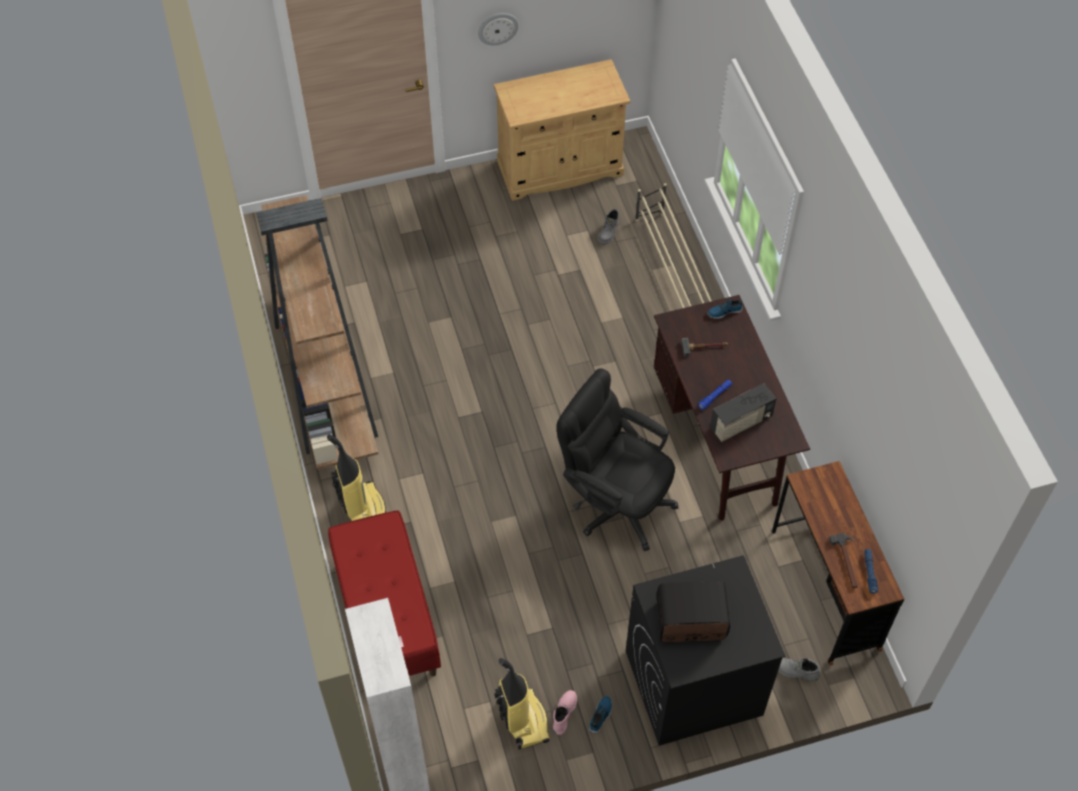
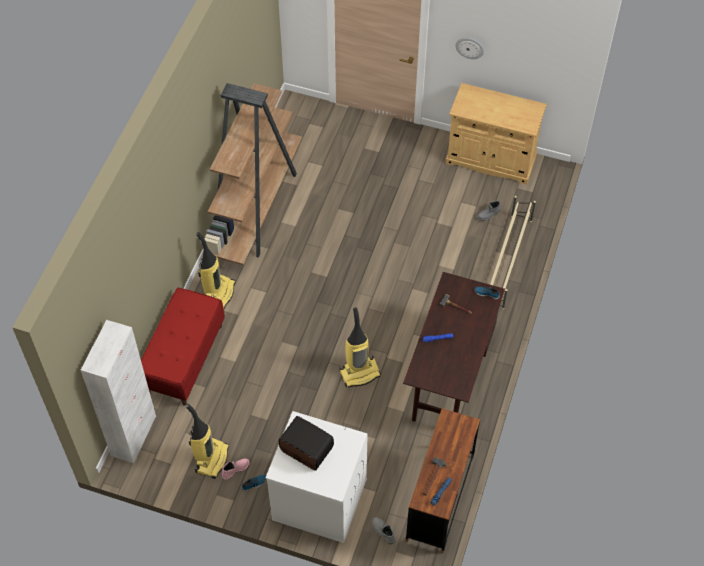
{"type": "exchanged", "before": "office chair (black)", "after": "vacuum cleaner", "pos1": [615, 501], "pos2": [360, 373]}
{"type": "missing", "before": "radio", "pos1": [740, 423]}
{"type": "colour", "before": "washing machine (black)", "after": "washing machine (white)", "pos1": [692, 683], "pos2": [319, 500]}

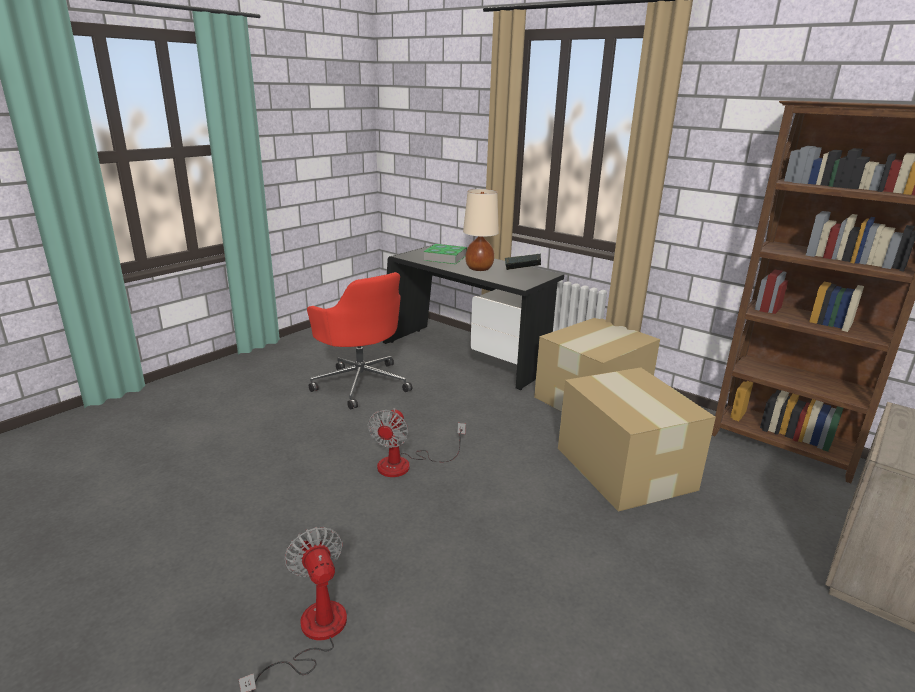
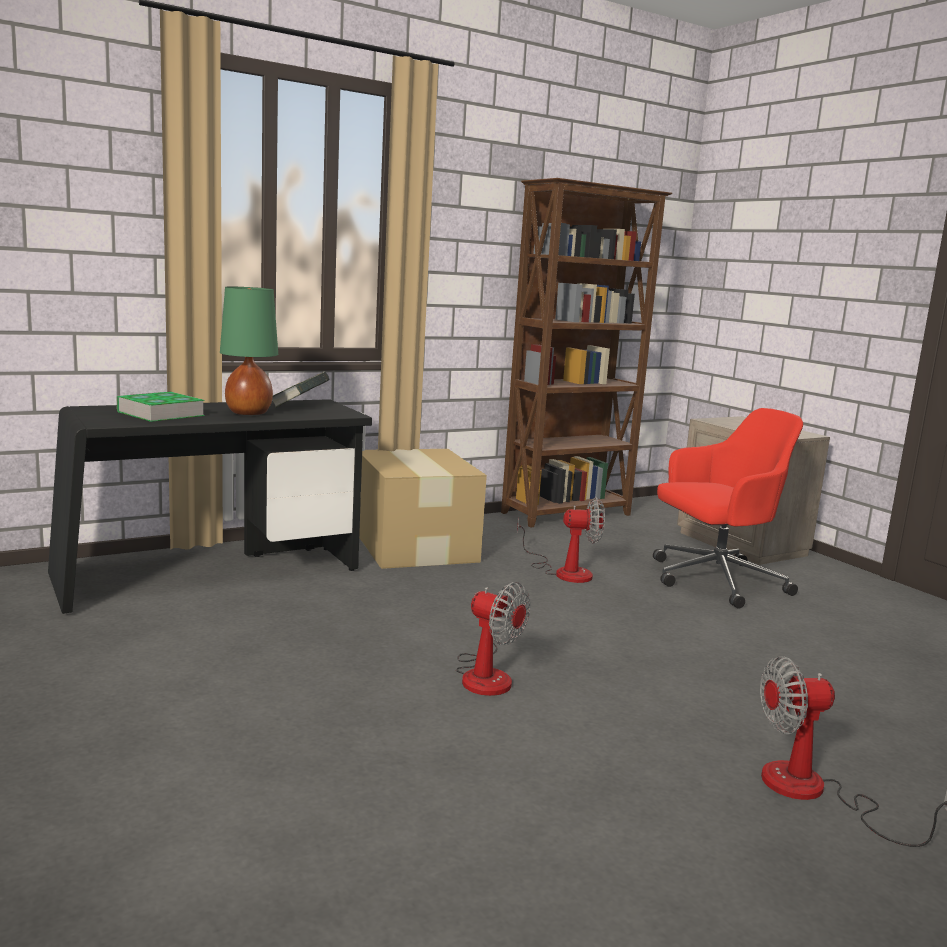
{"type": "colour", "before": "table lamp (beige)", "after": "table lamp (green)", "pos1": [478, 269], "pos2": [248, 413]}
{"type": "relocated", "before": "office chair (red)", "pos1": [361, 383], "pos2": [714, 581]}
{"type": "exchanged", "before": "cardboard box", "after": "fan", "pos1": [624, 467], "pos2": [564, 571]}

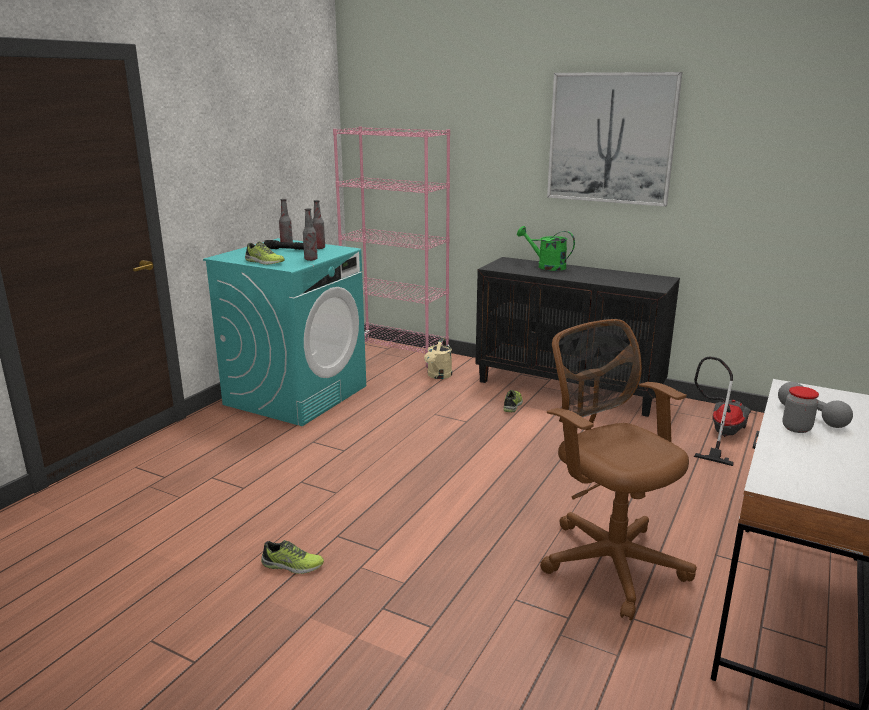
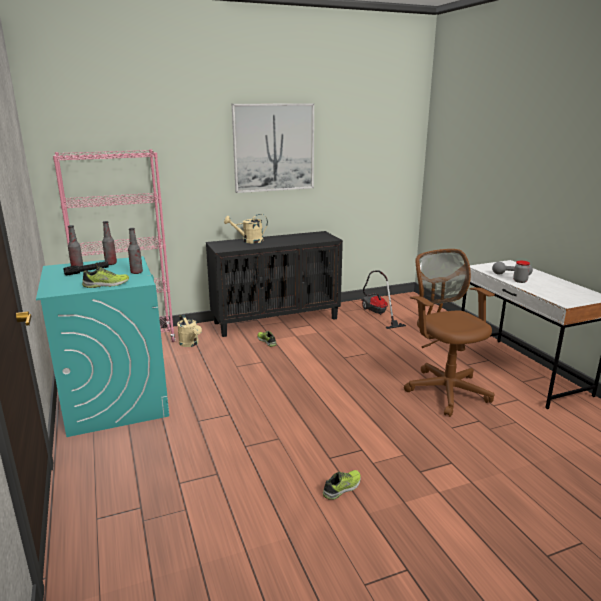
{"type": "colour", "before": "watering can (green)", "after": "watering can (beige)", "pos1": [546, 266], "pos2": [249, 241]}
{"type": "spun", "before": "office chair (brown)", "pos1": [608, 560], "pos2": [445, 389], "turn": 60}

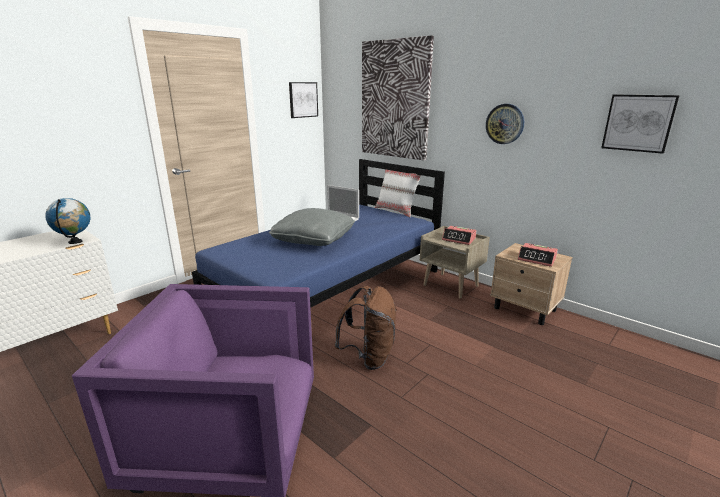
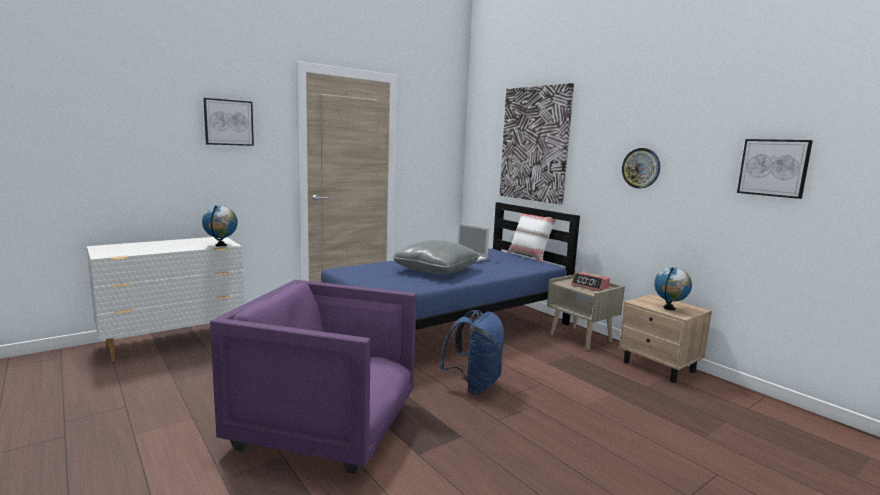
{"type": "relocated", "before": "picture", "pos1": [303, 99], "pos2": [228, 122]}
{"type": "exchanged", "before": "alarm clock", "after": "globe", "pos1": [537, 259], "pos2": [669, 308]}
{"type": "colour", "before": "backpack (brown)", "after": "backpack (blue)", "pos1": [369, 357], "pos2": [474, 385]}

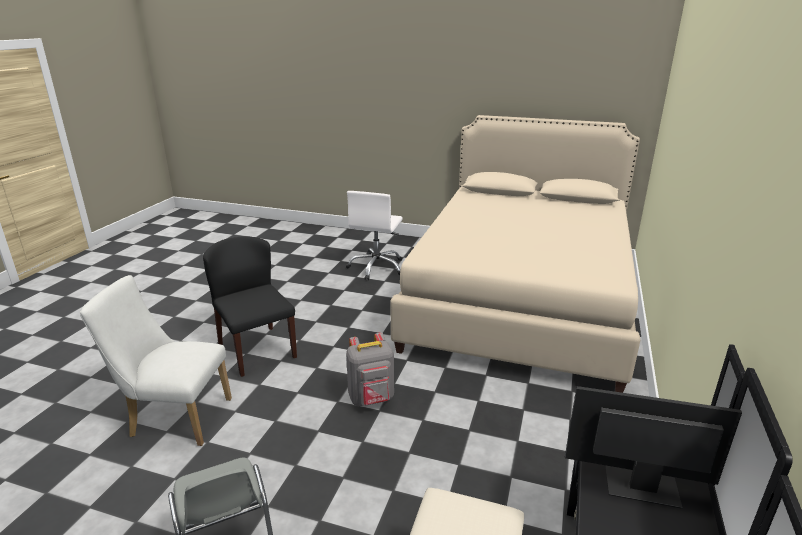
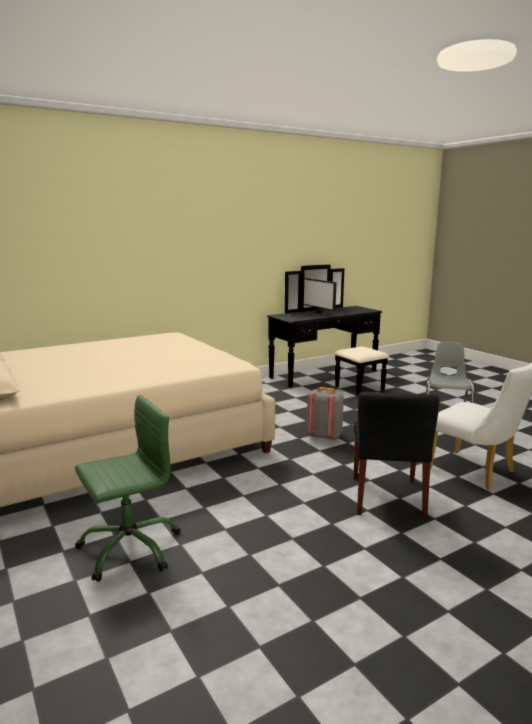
{"type": "colour", "before": "office chair (white)", "after": "office chair (green)", "pos1": [377, 267], "pos2": [129, 548]}

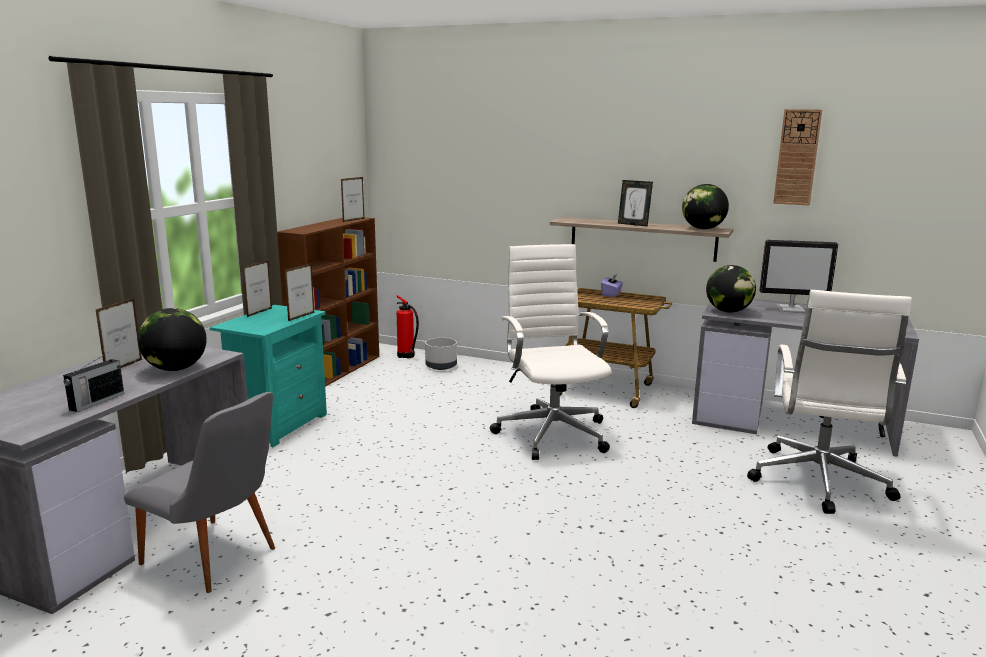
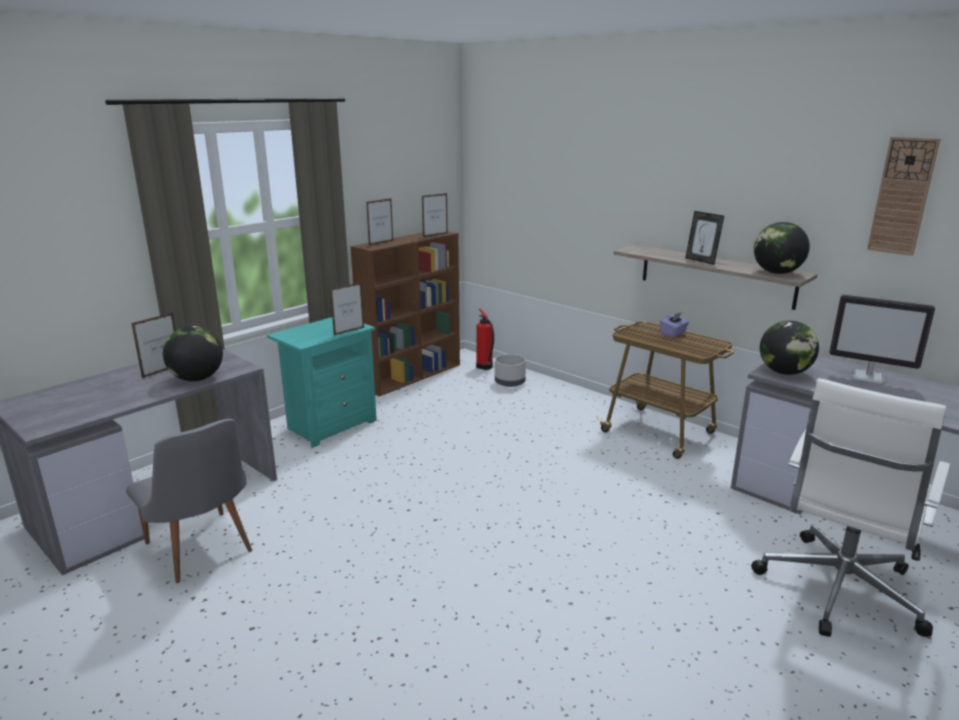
{"type": "missing", "before": "office chair (white)", "pos1": [552, 432]}
{"type": "relocated", "before": "picture frame", "pos1": [259, 312], "pos2": [381, 243]}
{"type": "missing", "before": "radio", "pos1": [96, 402]}

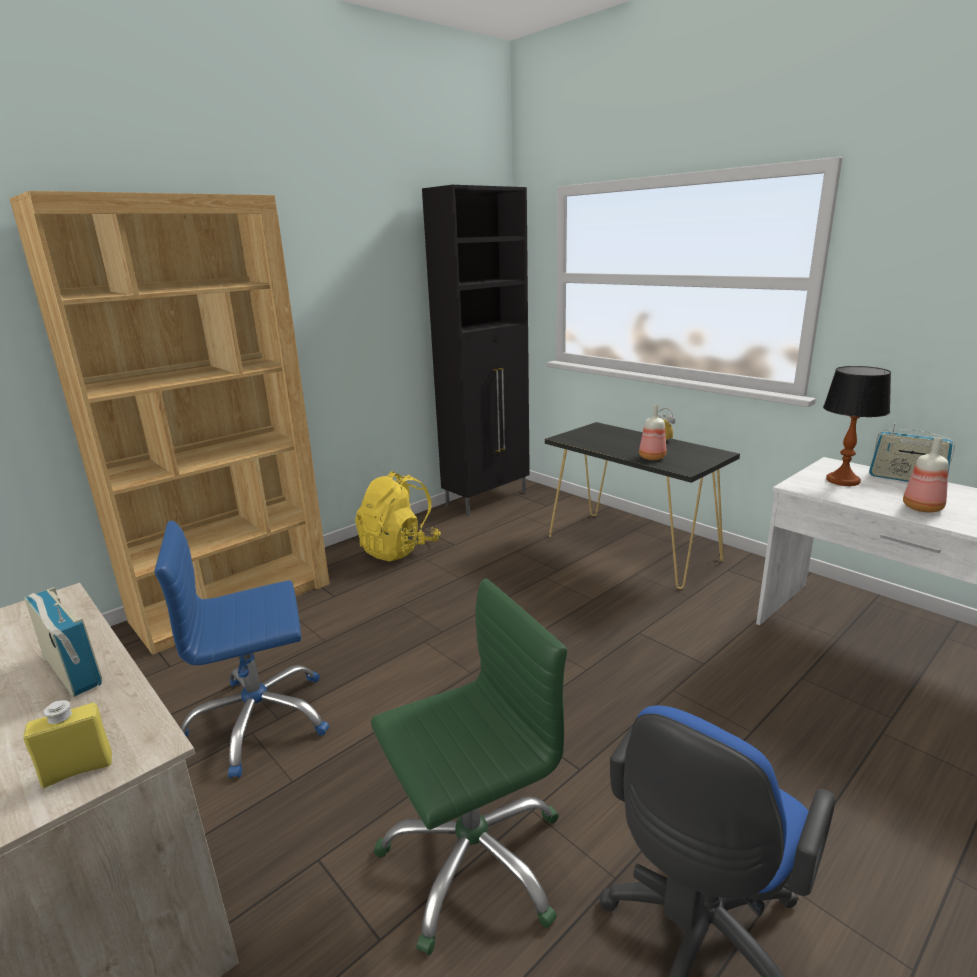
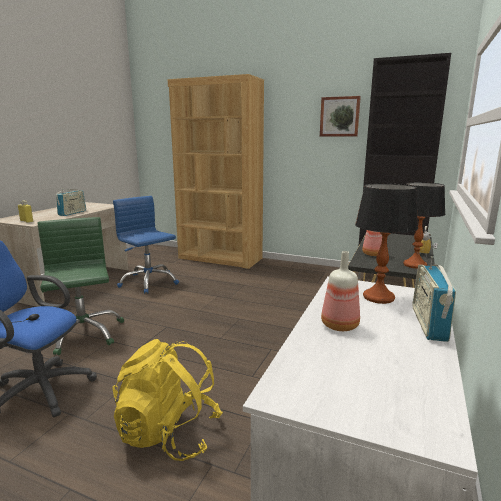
{"type": "relocated", "before": "backpack (yellow)", "pos1": [399, 549], "pos2": [169, 434]}
{"type": "spun", "before": "office chair (green)", "pos1": [473, 858], "pos2": [83, 334], "turn": -150}
{"type": "appeared", "after": "picture", "pos2": [339, 116]}
{"type": "appeared", "after": "table lamp", "pos2": [415, 265]}

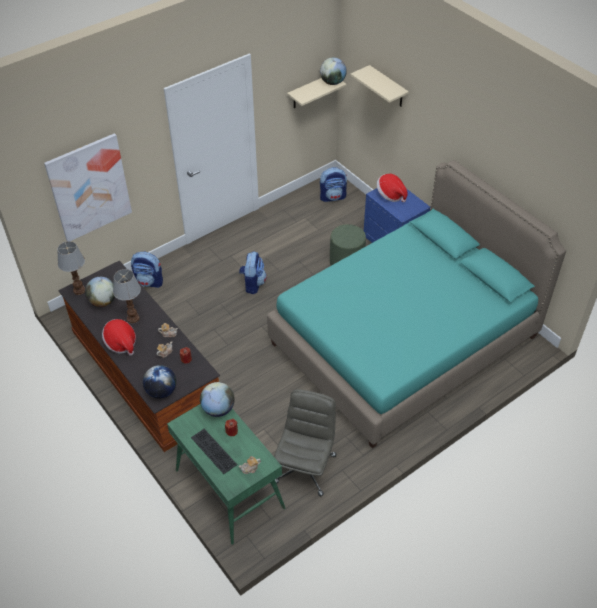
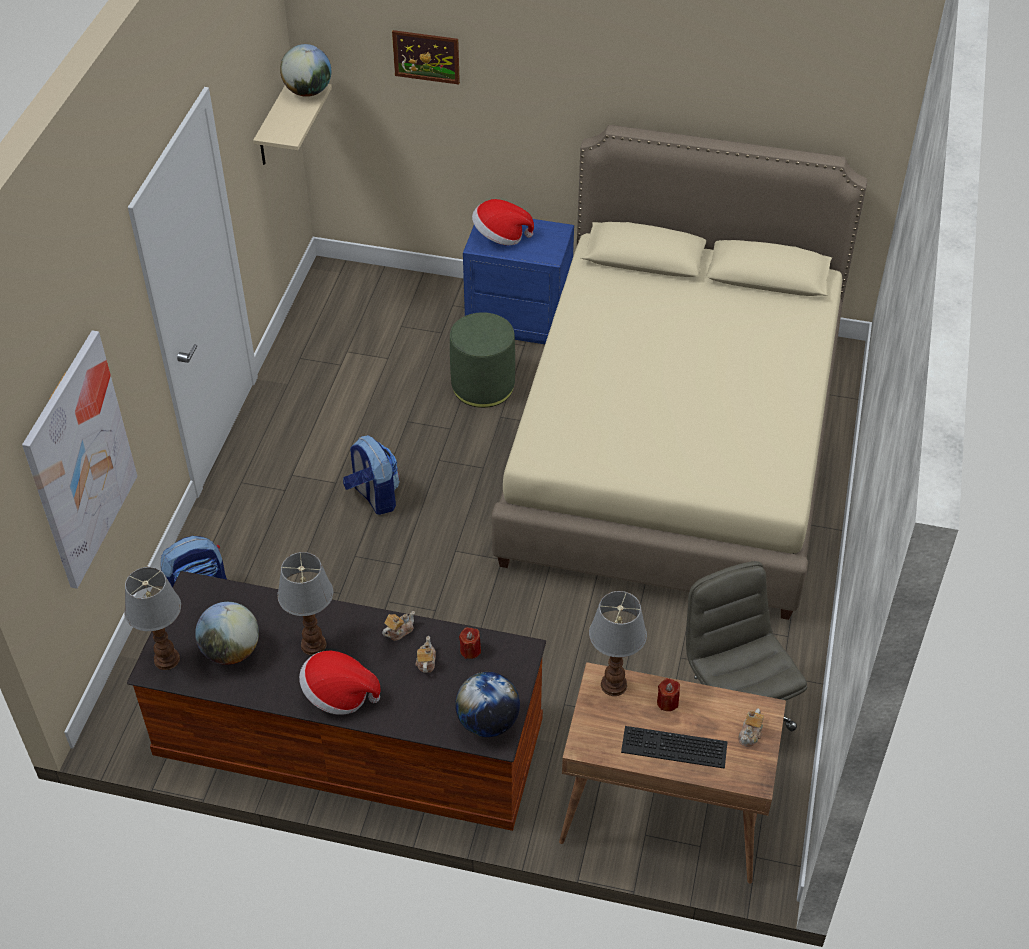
{"type": "exchanged", "before": "shelf (beige)", "after": "picture", "pos1": [388, 87], "pos2": [426, 56]}
{"type": "colour", "before": "bed (turquoise)", "after": "bed (beige)", "pos1": [403, 340], "pos2": [674, 447]}
{"type": "missing", "before": "backpack", "pos1": [333, 197]}
{"type": "exchanged", "before": "globe", "after": "table lamp", "pos1": [218, 409], "pos2": [613, 685]}
{"type": "colour", "before": "desk (green)", "after": "desk (brown)", "pos1": [228, 489], "pos2": [663, 812]}

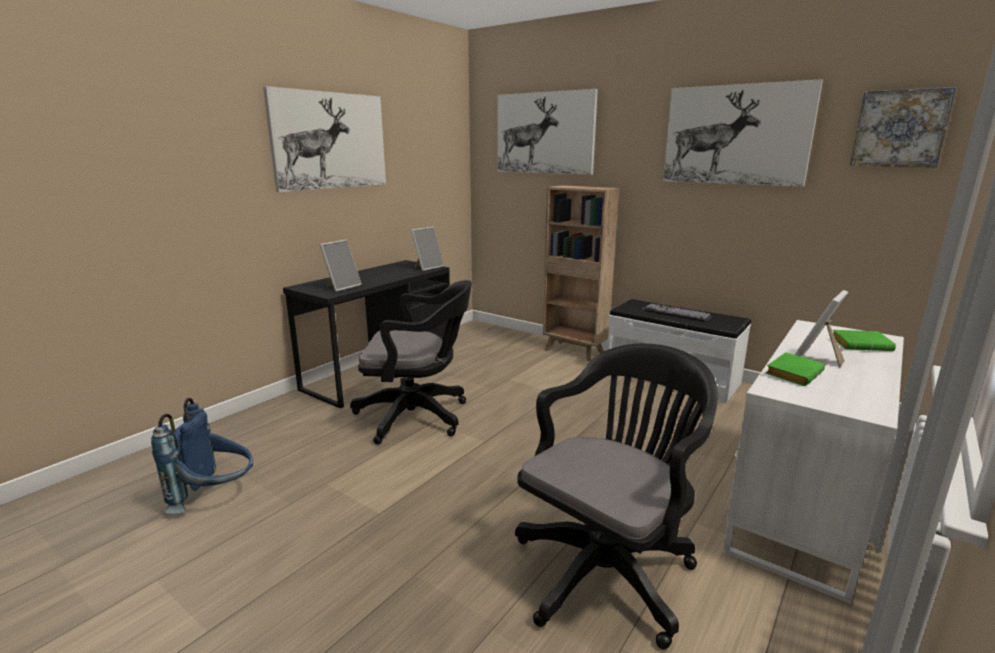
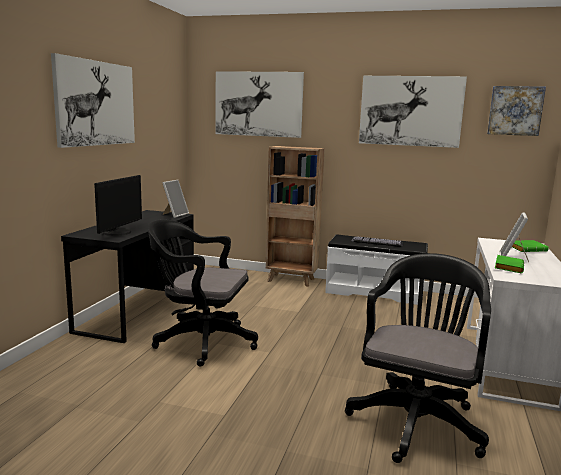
{"type": "exchanged", "before": "picture frame", "after": "monitor", "pos1": [341, 287], "pos2": [118, 232]}
{"type": "spun", "before": "office chair (black)", "pos1": [418, 416], "pos2": [200, 341], "turn": -150}
{"type": "missing", "before": "backpack (blue)", "pos1": [216, 499]}

